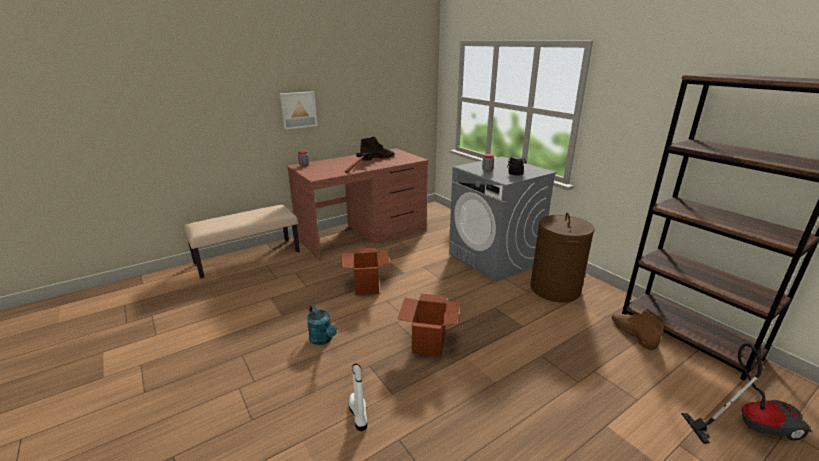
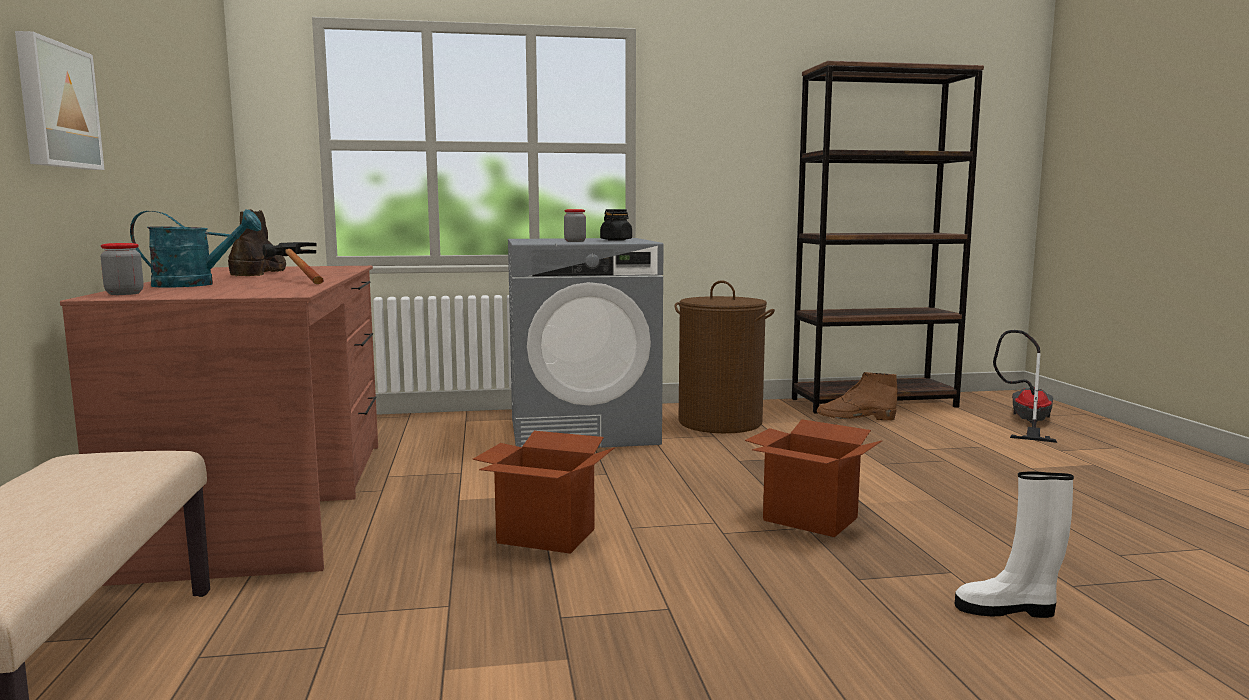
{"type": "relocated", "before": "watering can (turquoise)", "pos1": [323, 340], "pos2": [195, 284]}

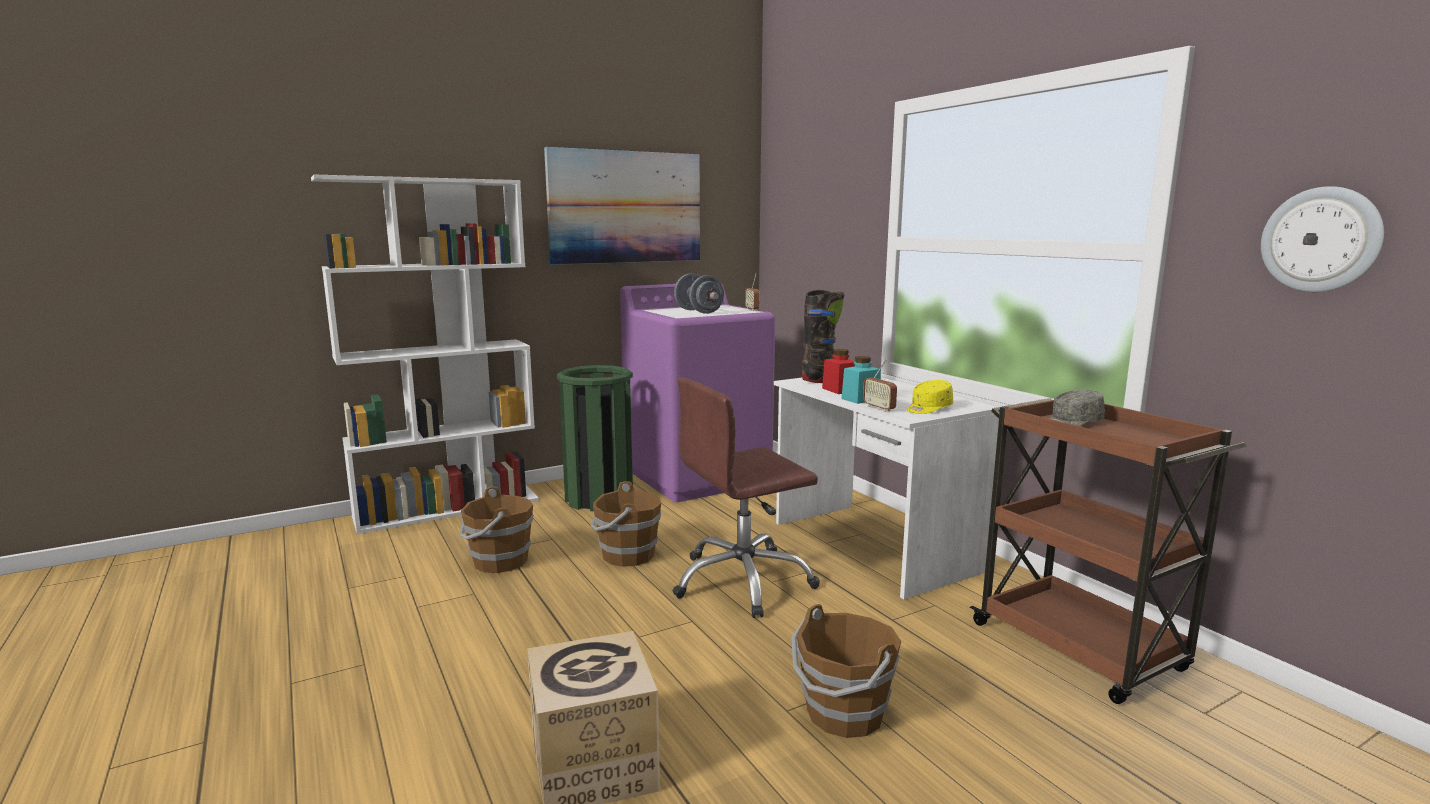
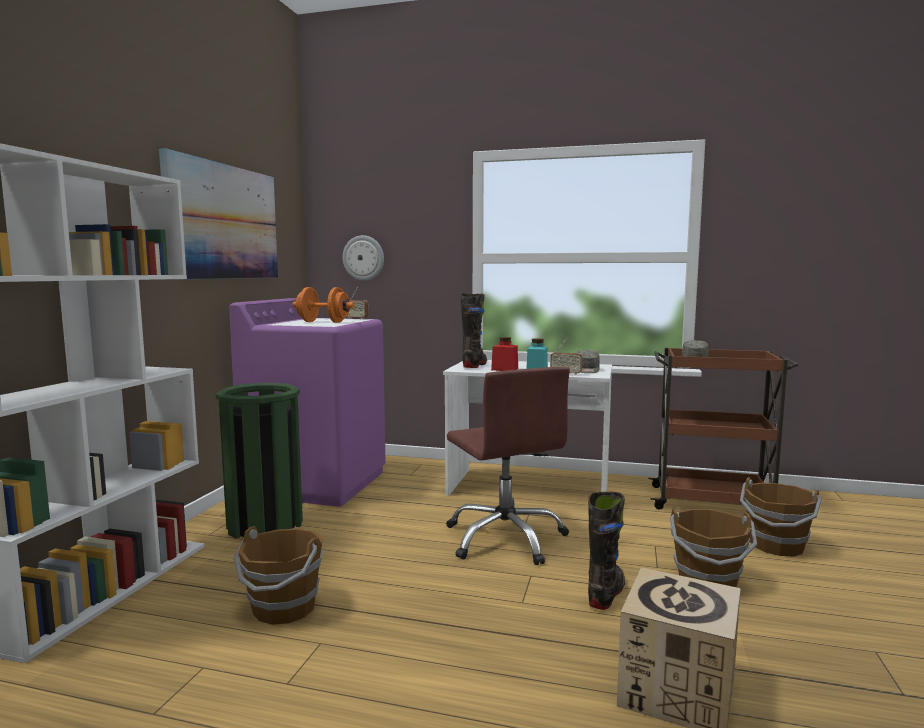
{"type": "relocated", "before": "wall clock", "pos1": [1320, 240], "pos2": [363, 258]}
{"type": "colour", "before": "dumbbell (grey)", "after": "dumbbell (orange)", "pos1": [698, 311], "pos2": [323, 322]}
{"type": "spun", "before": "office chair (brown)", "pos1": [743, 581], "pos2": [505, 538], "turn": -45}
{"type": "colour", "before": "cap (yellow)", "after": "cap (grey)", "pos1": [928, 408], "pos2": [587, 370]}
{"type": "relocated", "before": "bucket (brown)", "pos1": [626, 555], "pos2": [776, 546]}
{"type": "appeared", "after": "boot (black)", "pos2": [606, 594]}

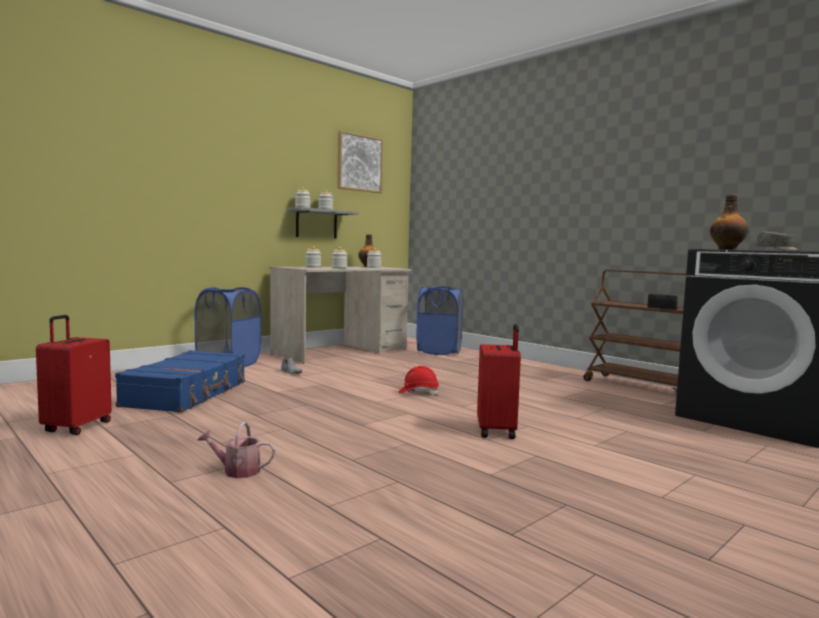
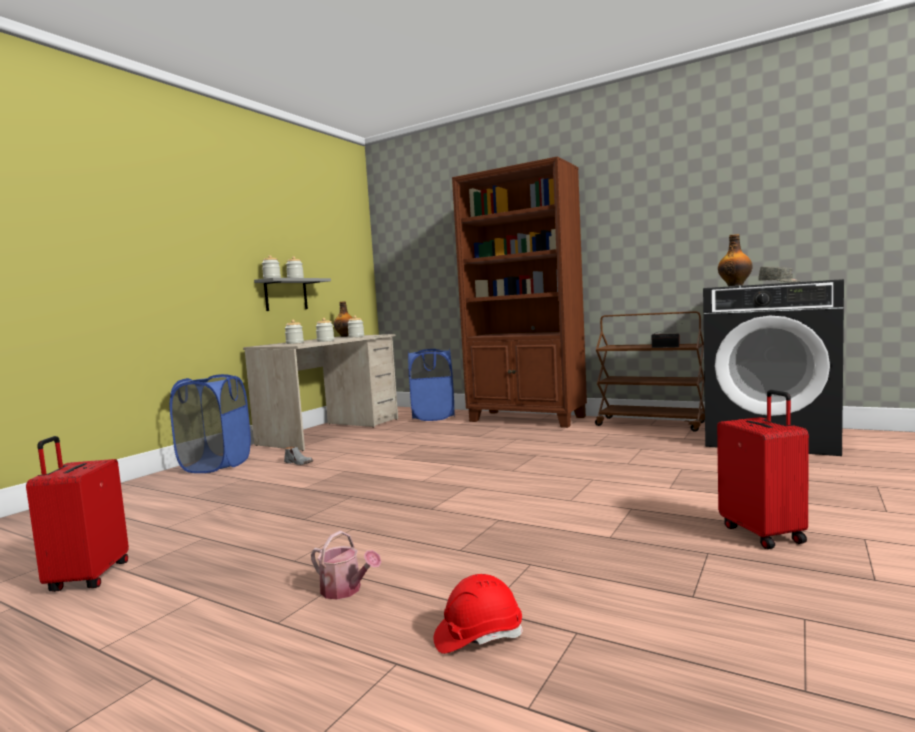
{"type": "missing", "before": "picture", "pos1": [359, 163]}
{"type": "relocated", "before": "suitcase (red)", "pos1": [497, 431], "pos2": [763, 534]}
{"type": "missing", "before": "suitcase (blue)", "pos1": [187, 394]}
{"type": "relocated", "before": "hard hat (red)", "pos1": [418, 393], "pos2": [478, 636]}
{"type": "spun", "before": "watering can", "pos1": [237, 471], "pos2": [345, 590], "turn": -135}
{"type": "appeared", "after": "bookcase (brown)", "pos2": [527, 419]}

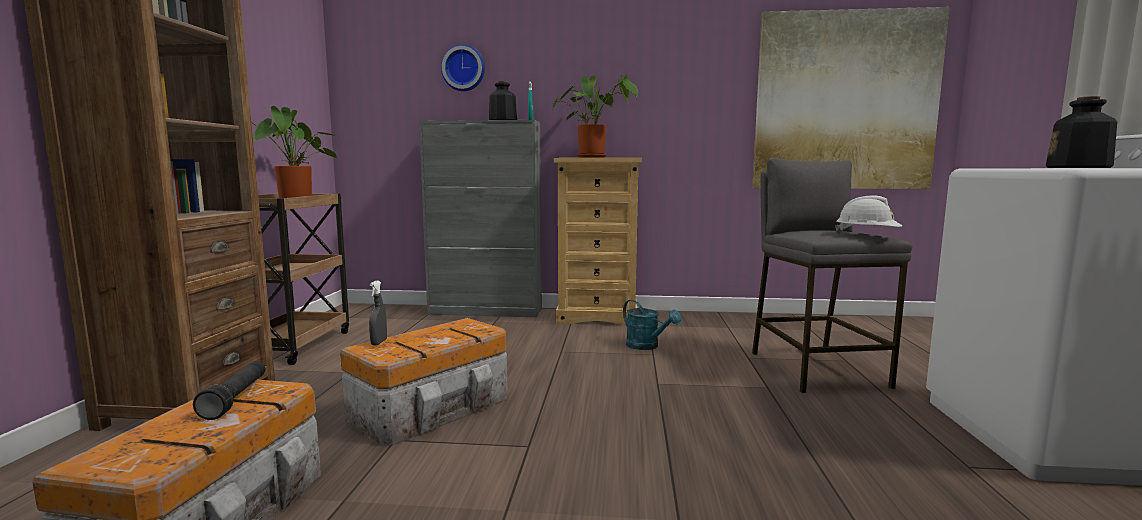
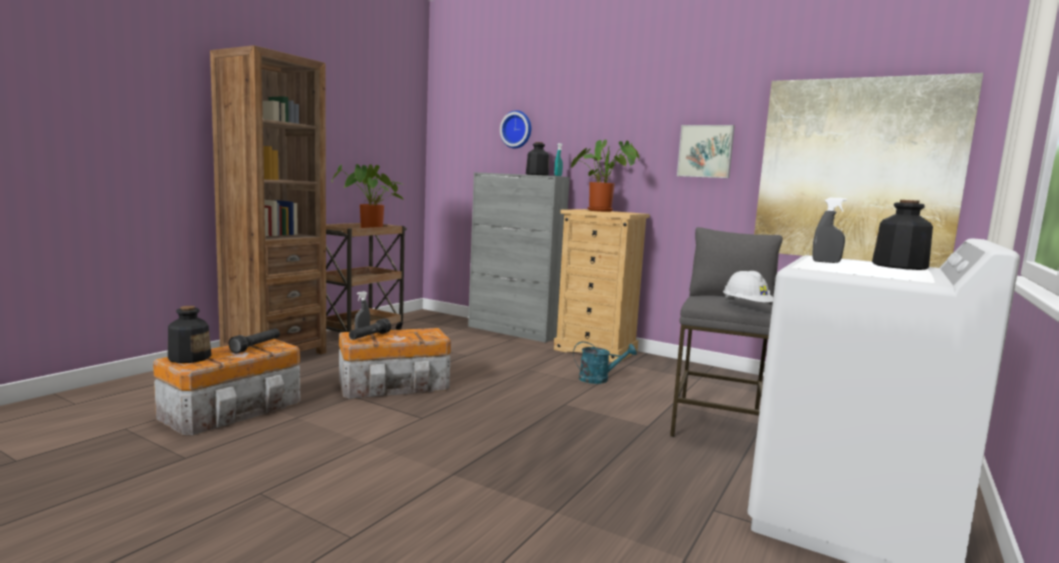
{"type": "spun", "before": "watering can (turquoise)", "pos1": [647, 346], "pos2": [599, 379], "turn": -75}
{"type": "appeared", "after": "picture", "pos2": [705, 151]}
{"type": "appeared", "after": "spray bottle (grey)", "pos2": [826, 262]}
{"type": "appeared", "after": "bottle", "pos2": [189, 357]}
{"type": "appeared", "after": "flashlight (black)", "pos2": [369, 337]}

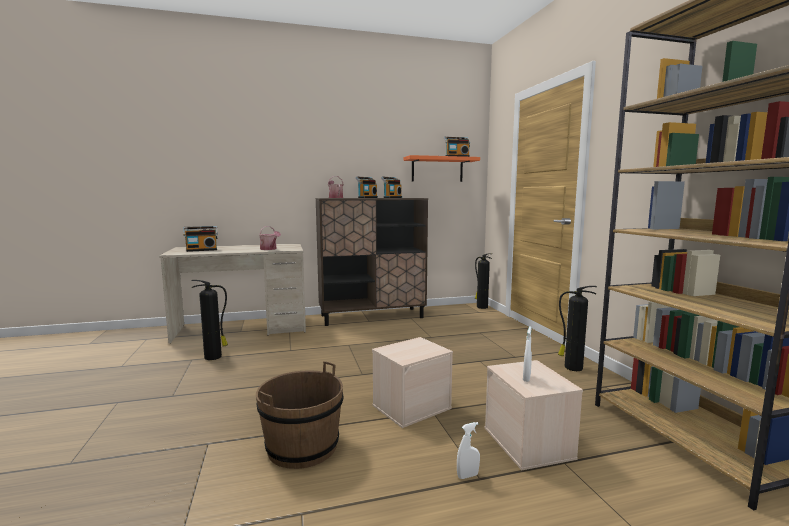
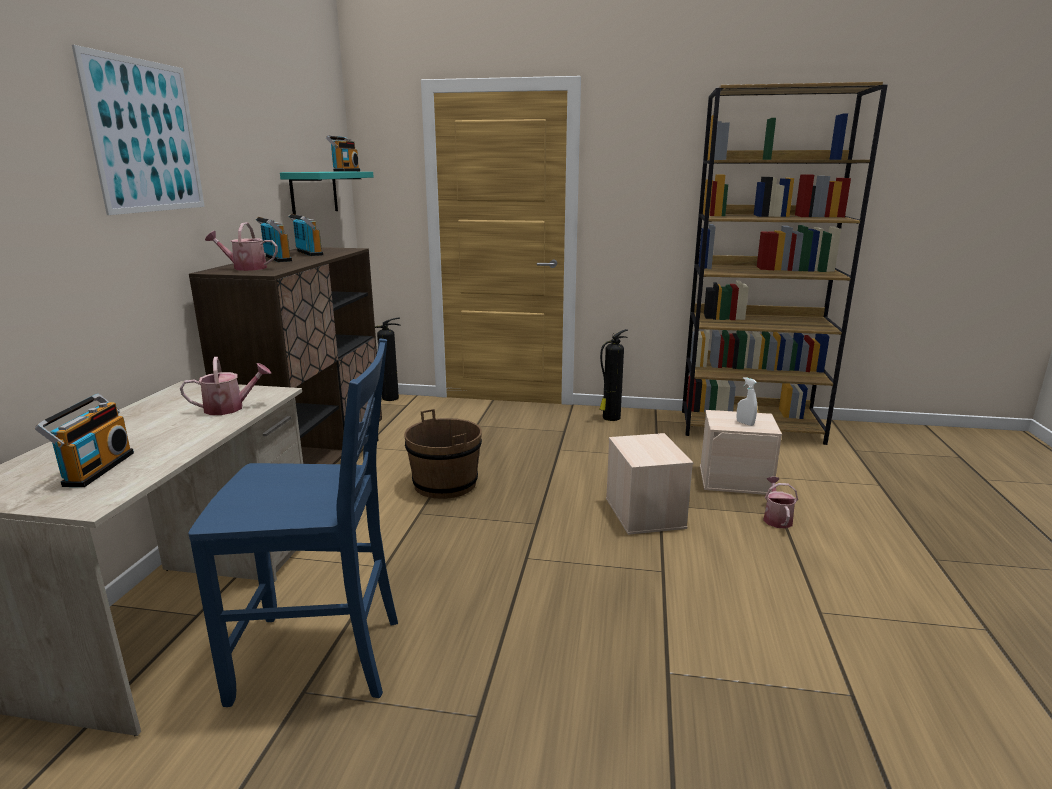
{"type": "colour", "before": "shelf (orange)", "after": "shelf (turquoise)", "pos1": [437, 169], "pos2": [314, 193]}
{"type": "exchanged", "before": "fire extinguisher", "after": "chair (blue)", "pos1": [214, 357], "pos2": [322, 658]}
{"type": "relocated", "before": "bucket (brown)", "pos1": [303, 447], "pos2": [445, 484]}
{"type": "exchanged", "before": "spray bottle (white)", "after": "watering can", "pos1": [467, 476], "pos2": [776, 518]}
{"type": "appeared", "after": "picture", "pos2": [146, 136]}

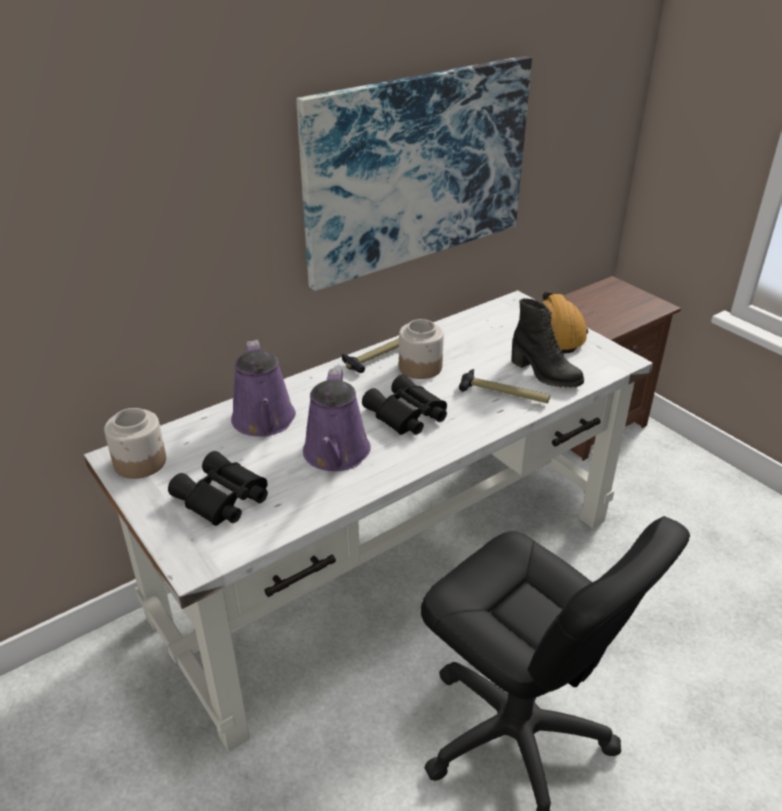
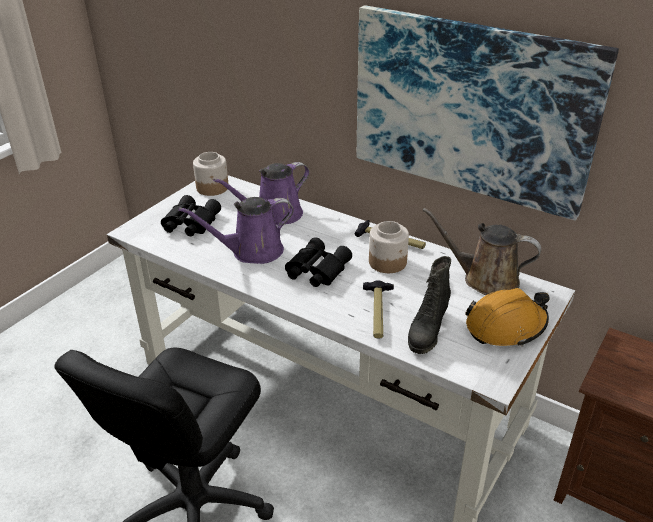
{"type": "appeared", "after": "watering can (brown)", "pos2": [485, 279]}

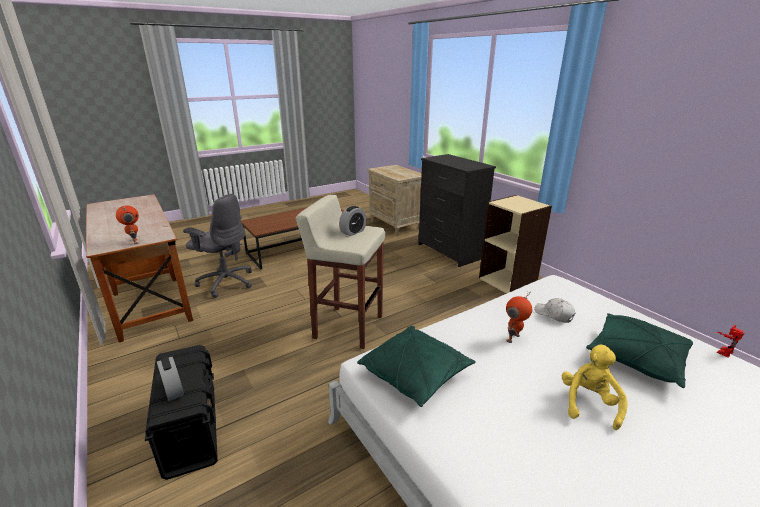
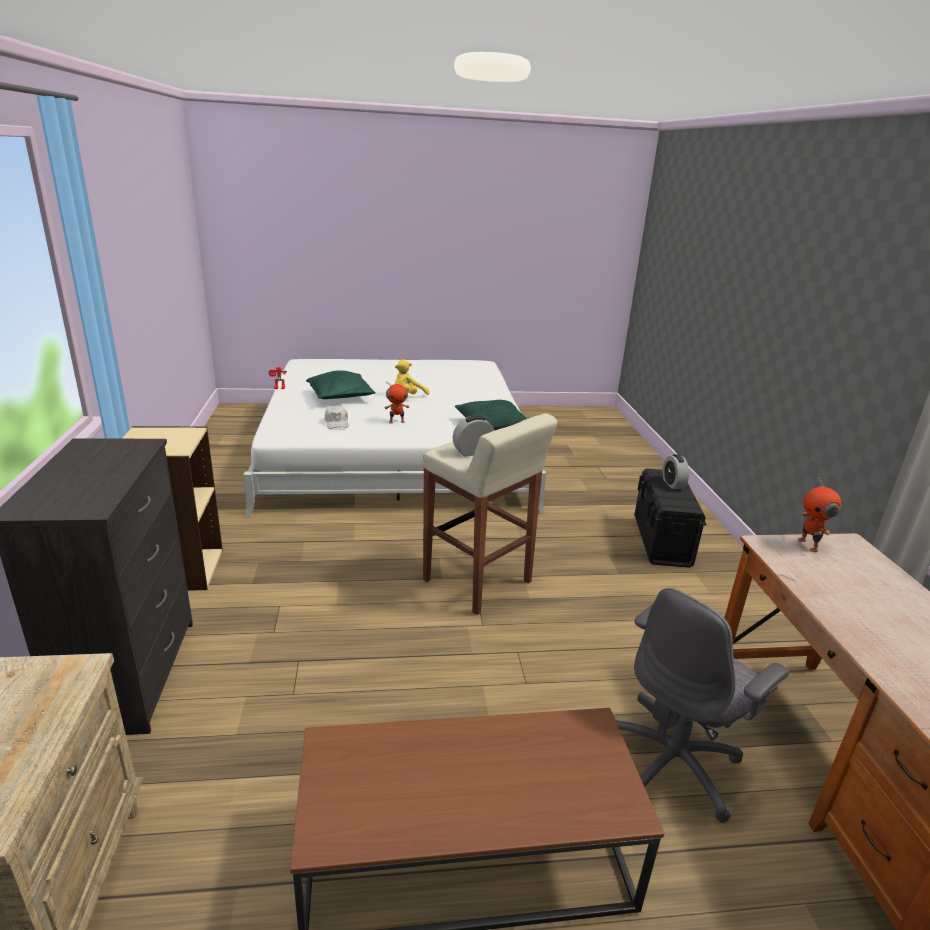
{"type": "spun", "before": "office chair (grey)", "pos1": [226, 282], "pos2": [675, 764], "turn": -90}

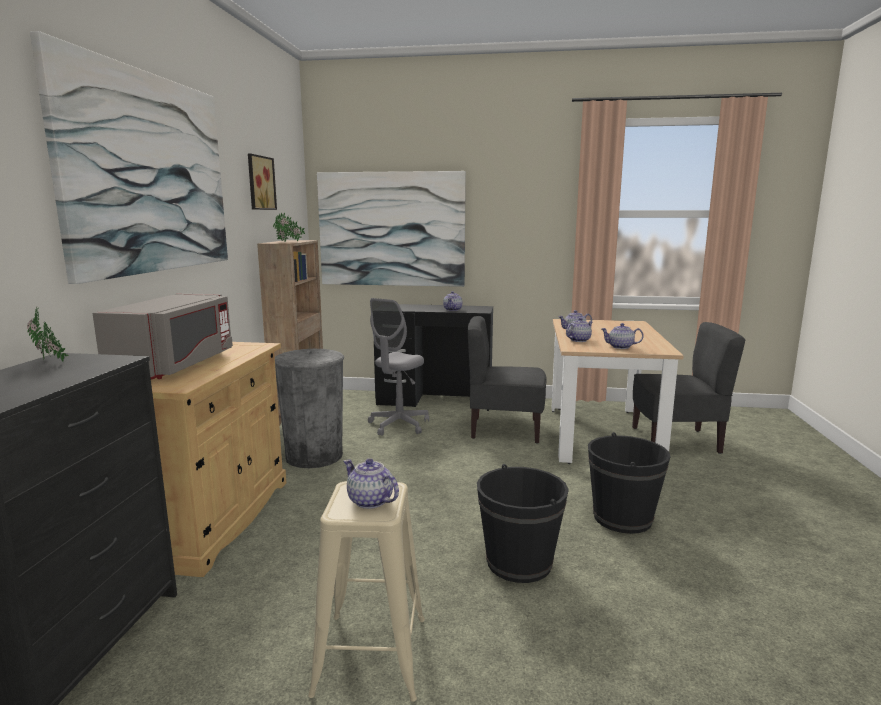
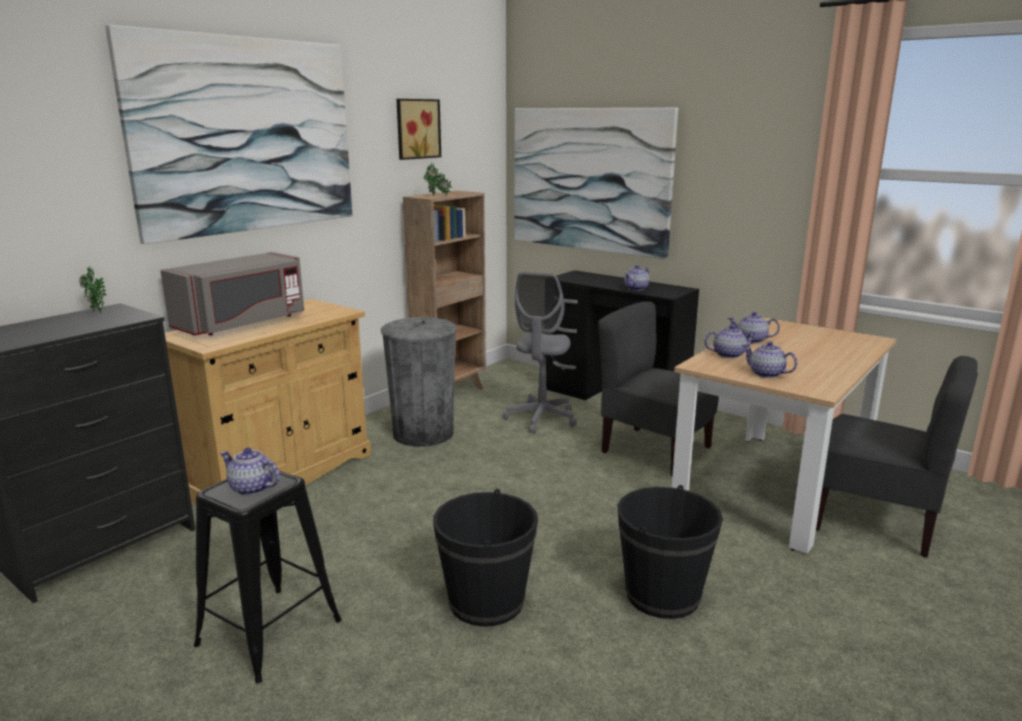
{"type": "spun", "before": "office chair (grey)", "pos1": [399, 425], "pos2": [541, 418], "turn": -45}
{"type": "spun", "before": "teapot", "pos1": [369, 501], "pos2": [251, 488], "turn": -45}
{"type": "colour", "before": "stool (beige)", "after": "stool (black)", "pos1": [371, 654], "pos2": [270, 632]}

